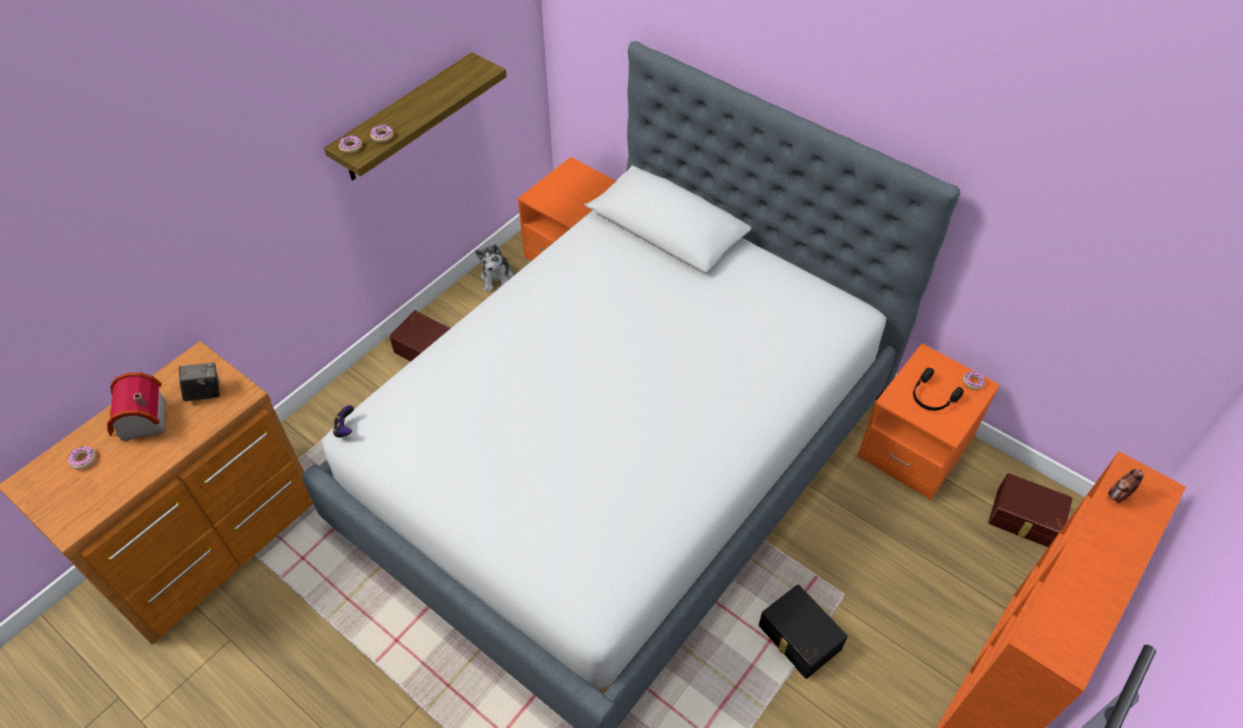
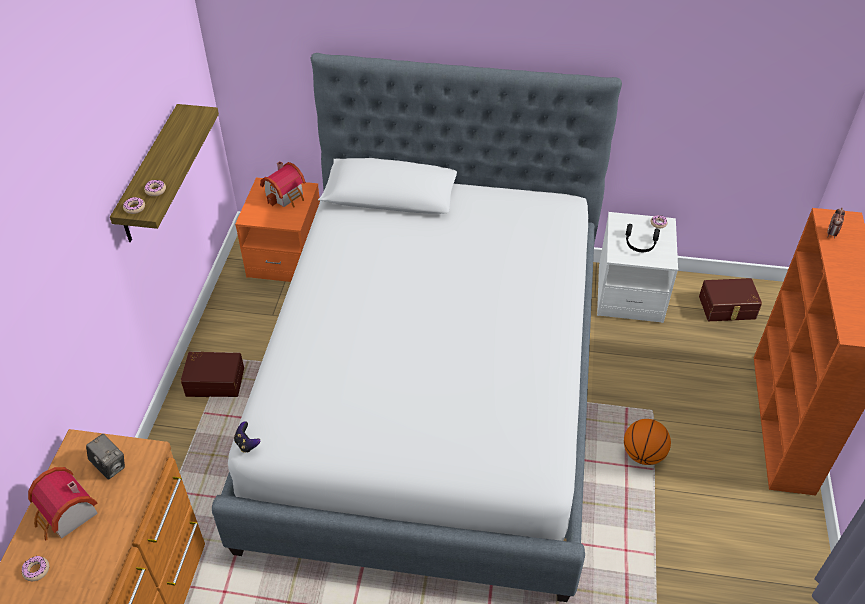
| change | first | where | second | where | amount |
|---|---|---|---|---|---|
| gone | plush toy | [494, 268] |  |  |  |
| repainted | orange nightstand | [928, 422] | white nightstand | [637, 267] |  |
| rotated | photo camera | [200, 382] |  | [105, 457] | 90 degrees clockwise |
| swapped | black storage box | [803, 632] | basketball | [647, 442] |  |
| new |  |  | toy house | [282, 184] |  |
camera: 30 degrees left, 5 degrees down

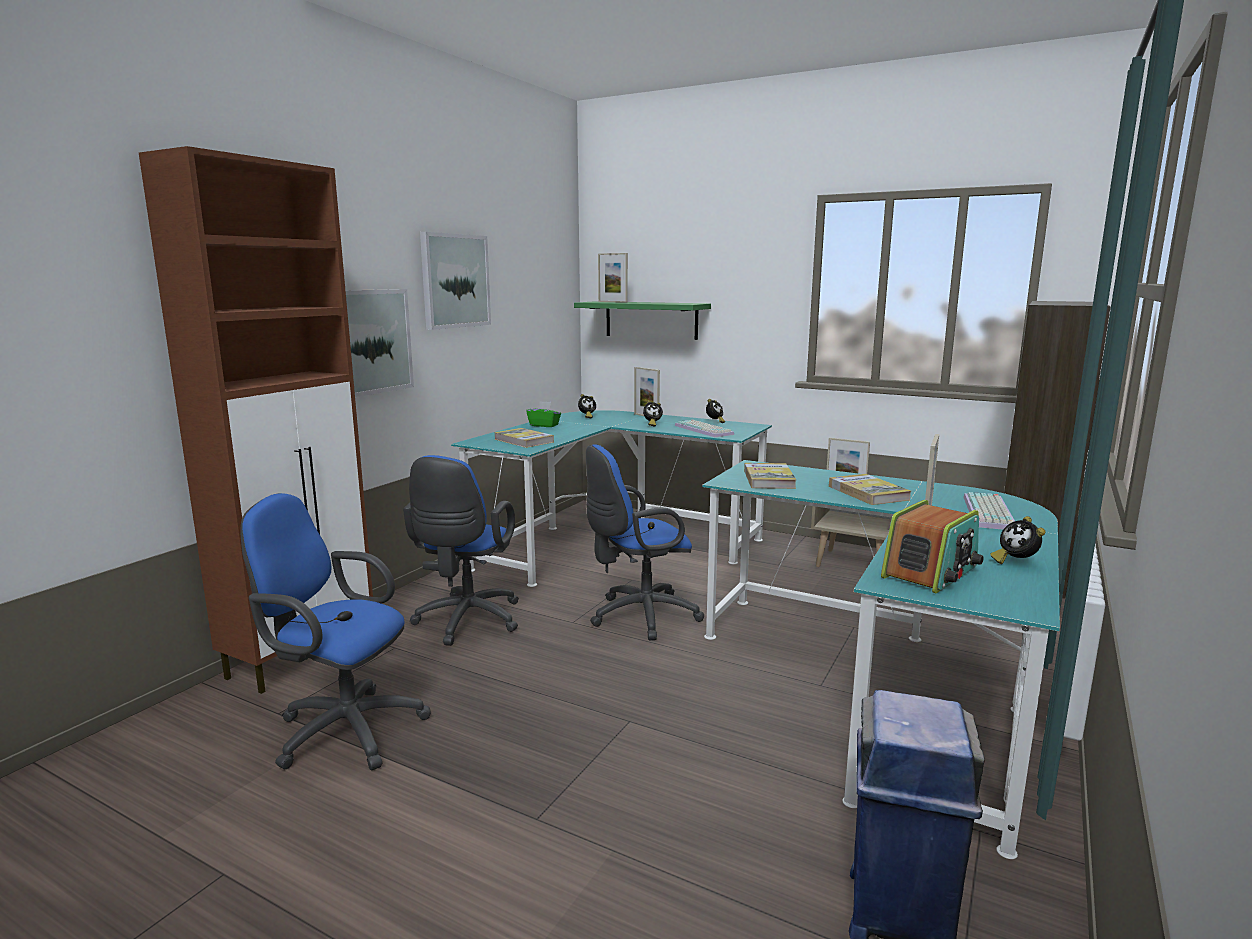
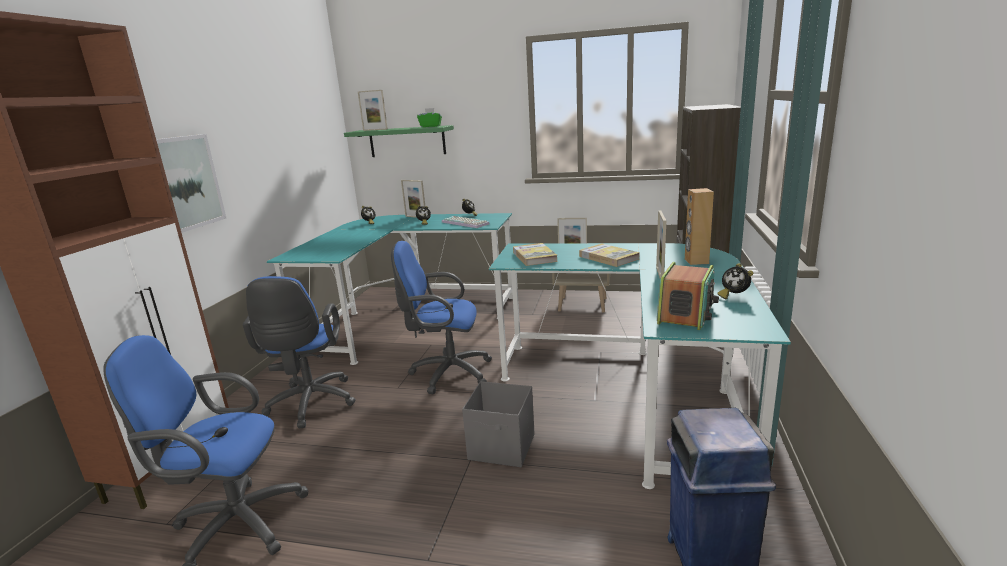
| change | first | where | second | where | amount |
|---|---|---|---|---|---|
| gone | picture | [455, 281] |  |  |  |
| shifted | green tissue box | [543, 414] |  | [429, 117] |  |
| gone | book | [524, 438] |  |  |  |
| rotated | blue office chair | [645, 542] |  | [441, 317] | 45 degrees clockwise |
| swapped | keyboard | [989, 511] | brown speaker | [699, 226] |  |
| new |  |  | grey storage box | [498, 424] |  |
camera: 15 degrees left, 5 degrees up

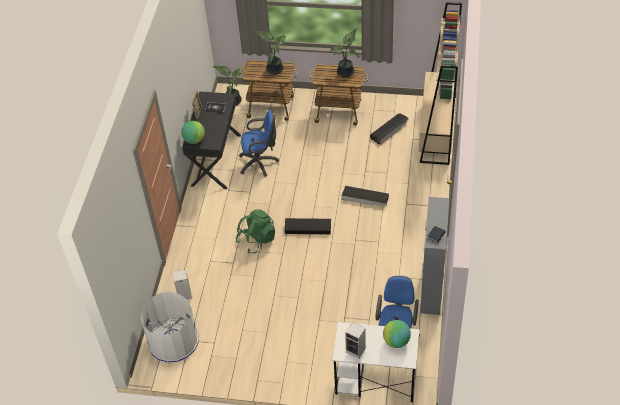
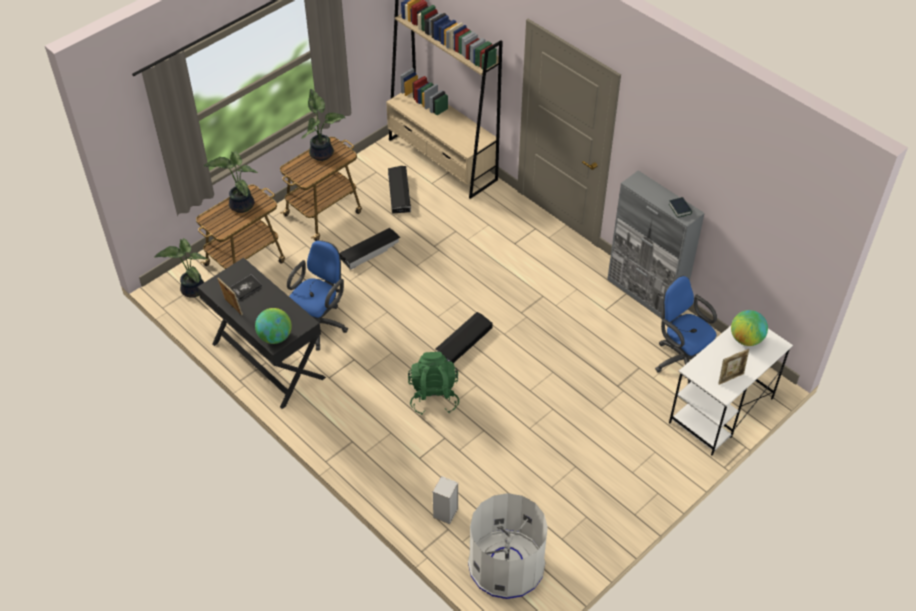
| change | first | where | second | where | amount |
|---|---|---|---|---|---|
| shifted | black storage box | [365, 196] |  | [369, 249] |  |
| swapped | speaker | [355, 340] | picture frame | [733, 367] |  |
camera: 55 degrees left, 0 degrees up

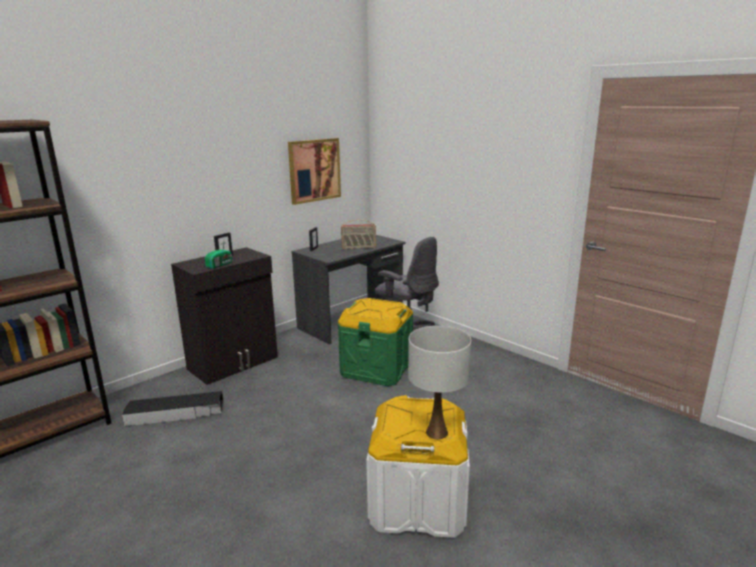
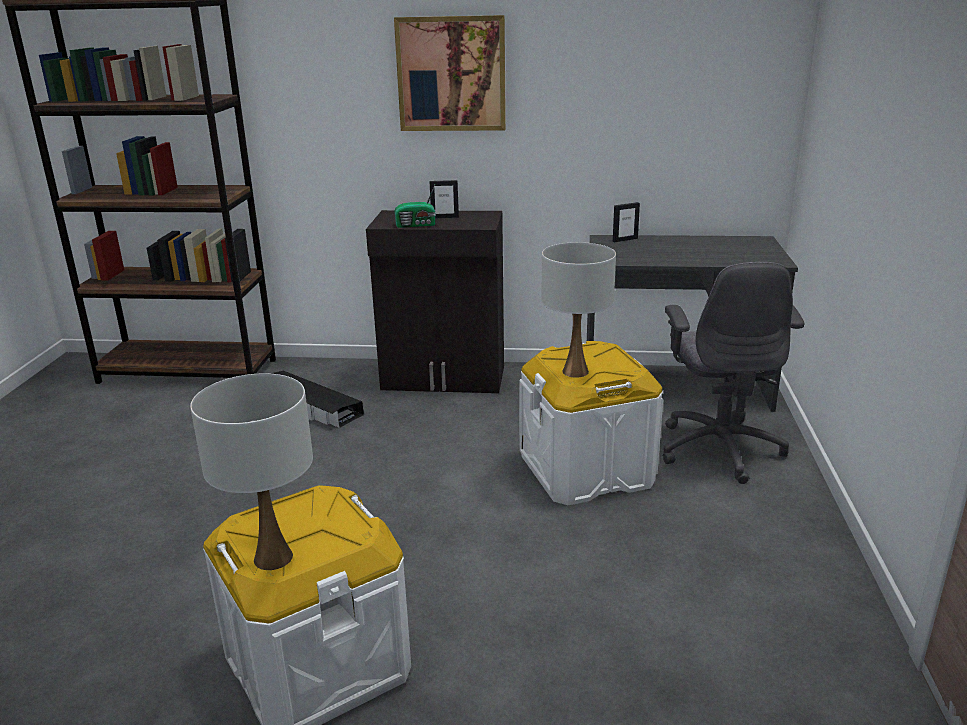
| change | first | where | second | where | amount |
|---|---|---|---|---|---|
| shifted | picture | [314, 171] |  | [450, 73] |  |
| gone | radio | [358, 234] |  |  |  |
| repainted | green storage box | [375, 342] | white storage box | [591, 423] |  |
| new |  |  | white table lamp | [578, 310] |  |
camera: 50 degrees right, 5 degrees up

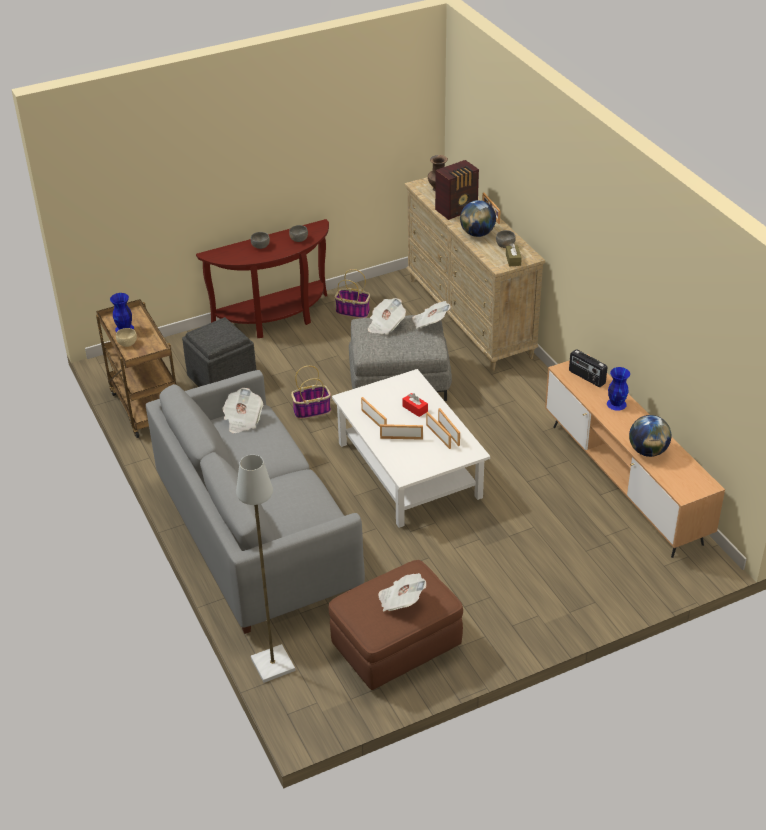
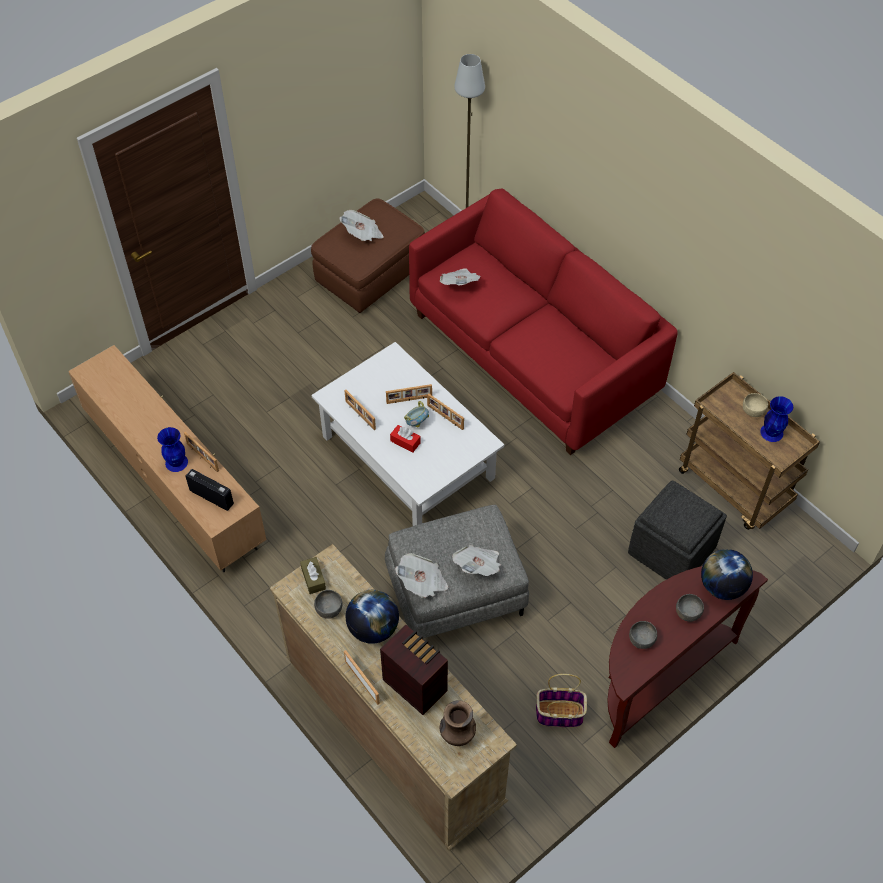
| change | first | where | second | where | amount |
|---|---|---|---|---|---|
| rotated | radio | [457, 190] |  | [414, 670] | 90 degrees clockwise |
| gone | basket | [311, 392] |  |  |  |
| repainted | grey sofa | [255, 502] | red sofa | [543, 321] |  |
| shifted | newspaper | [242, 410] |  | [460, 277] |  |
| shifted | picture frame | [438, 430] |  | [201, 452] |  |
| shifted | globe | [650, 436] |  | [727, 574] |  |
| new |  |  | bowl | [416, 414] |  |
camera: 165 degrees right, 15 degrees up

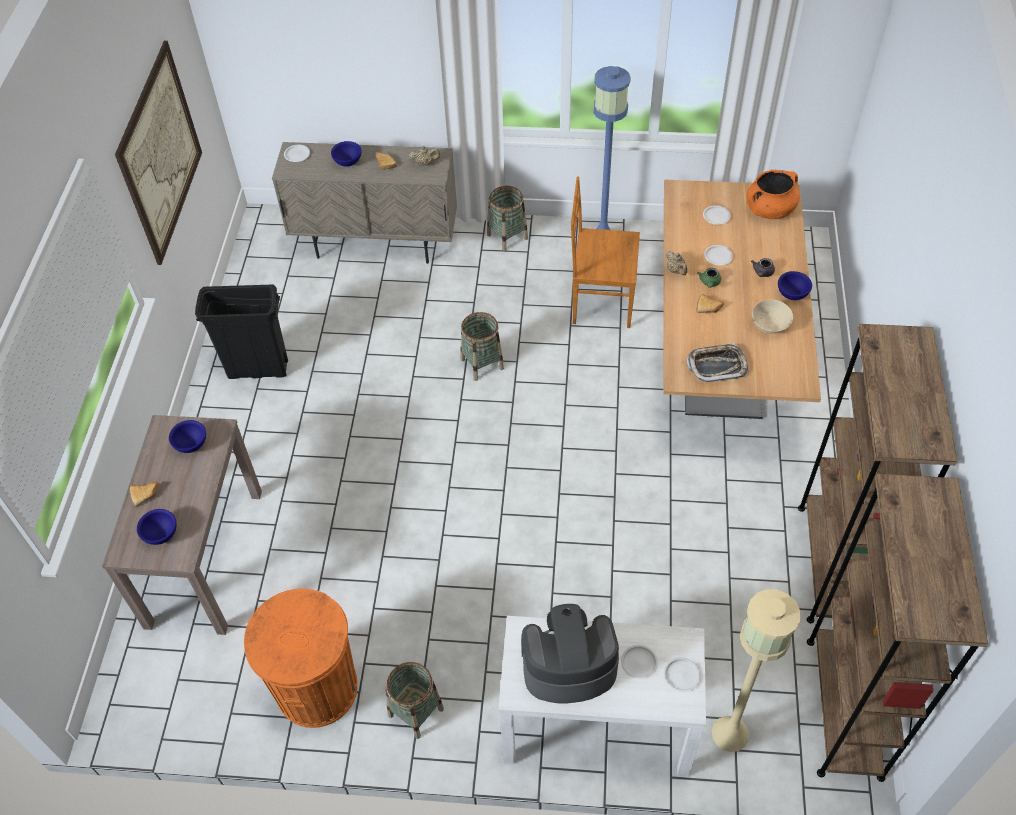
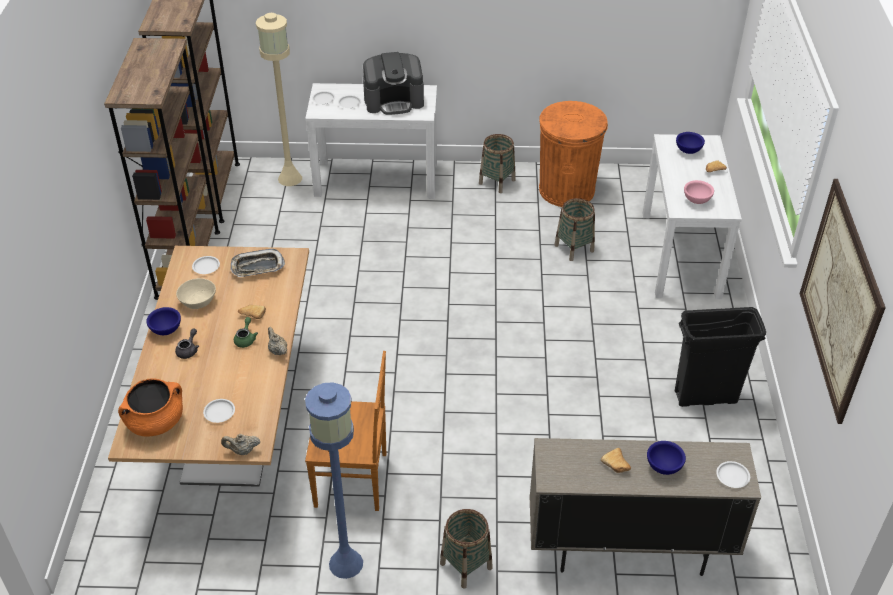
| change | first | where | second | where | amount |
|---|---|---|---|---|---|
| shifted | beige teapot | [424, 156] |  | [240, 444] |  |
| shifted | white plate | [718, 255] |  | [206, 265] |  |
| shifted | basket | [482, 346] |  | [574, 229] |  |
| repainted | brown console table | [182, 525] | white console table | [692, 216] |  |
| repainted | blue bowl | [187, 436] | pink bowl | [699, 192] |  |
camera: 175 degrees right, 10 degrees down

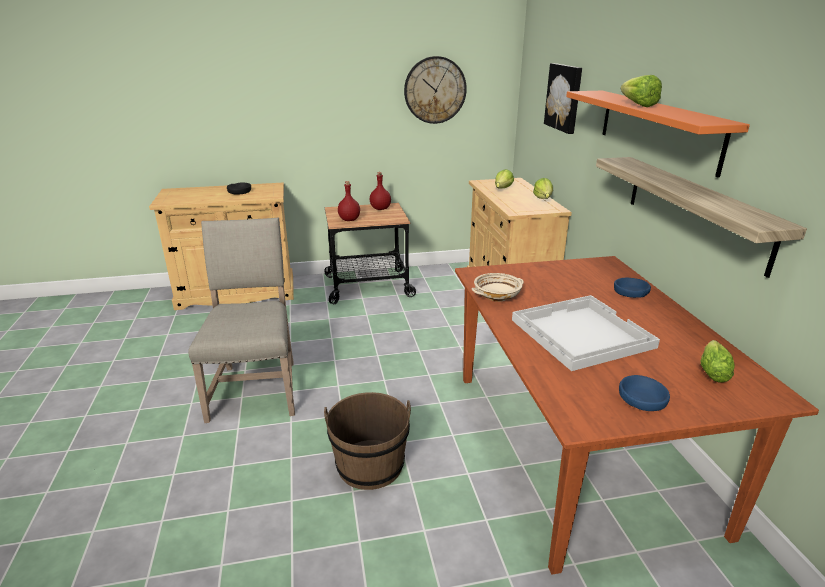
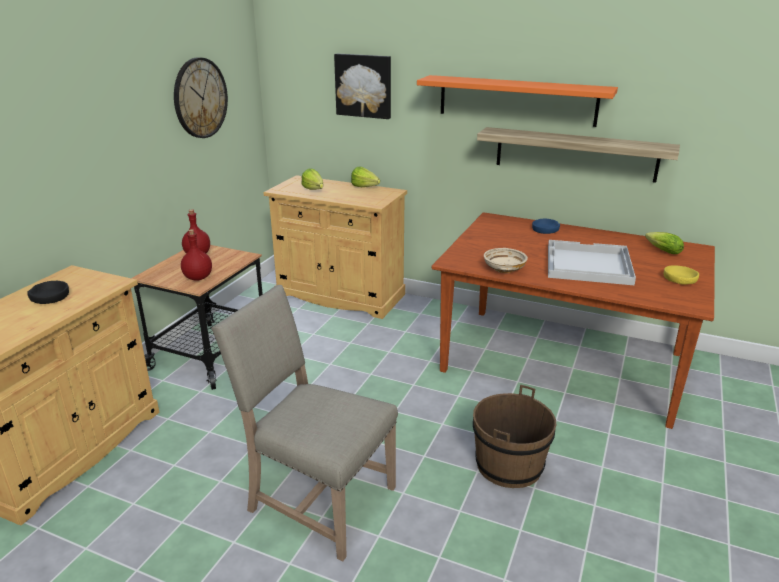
| change | first | where | second | where | amount |
|---|---|---|---|---|---|
| gone | lettuce | [641, 91] |  |  |  |
| repainted | blue bowl | [644, 393] | yellow bowl | [681, 275] |  |
camera: 55 degrees left, 0 degrees up

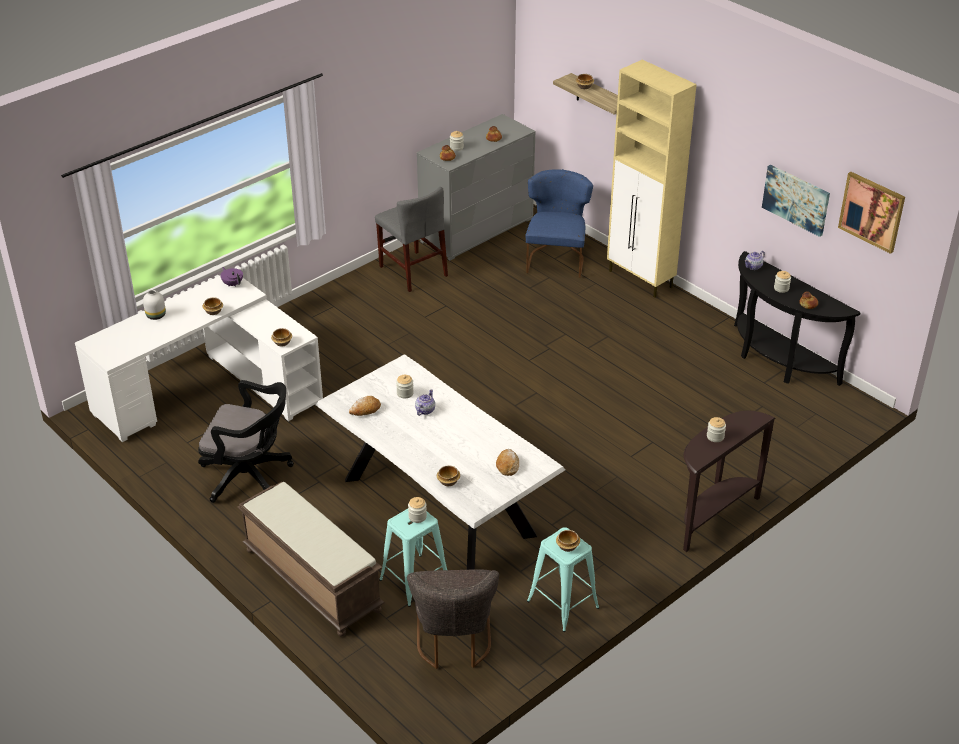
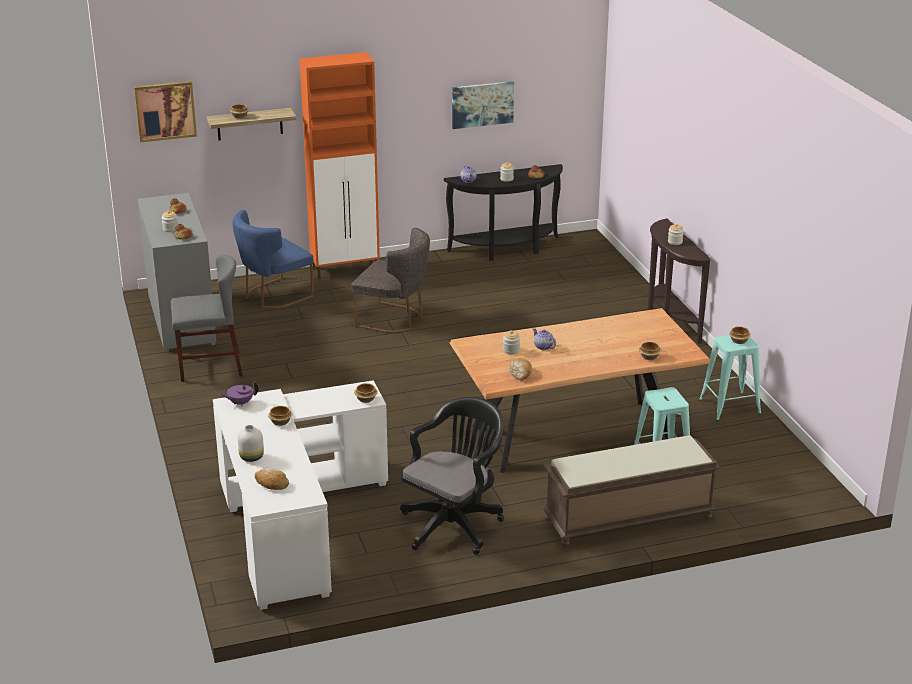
| change | first | where | second | where | amount |
|---|---|---|---|---|---|
| repainted | beige cabinet | [652, 179] | orange cabinet | [340, 165] |  |
| rotated | blue chair | [559, 223] |  | [273, 259] | 75 degrees counterclockwise |
| shifted | picture | [871, 213] |  | [165, 112] |  |
| repainted | white dining table | [440, 462] | brown dining table | [580, 390] |  |
| shifted | bread | [507, 462] |  | [272, 479] |  |
| gone | jar | [417, 510] |  |  |  |
| shifted | grey chair | [453, 619] |  | [390, 280] |  |
camera: 65 degrees left, 10 degrees down

